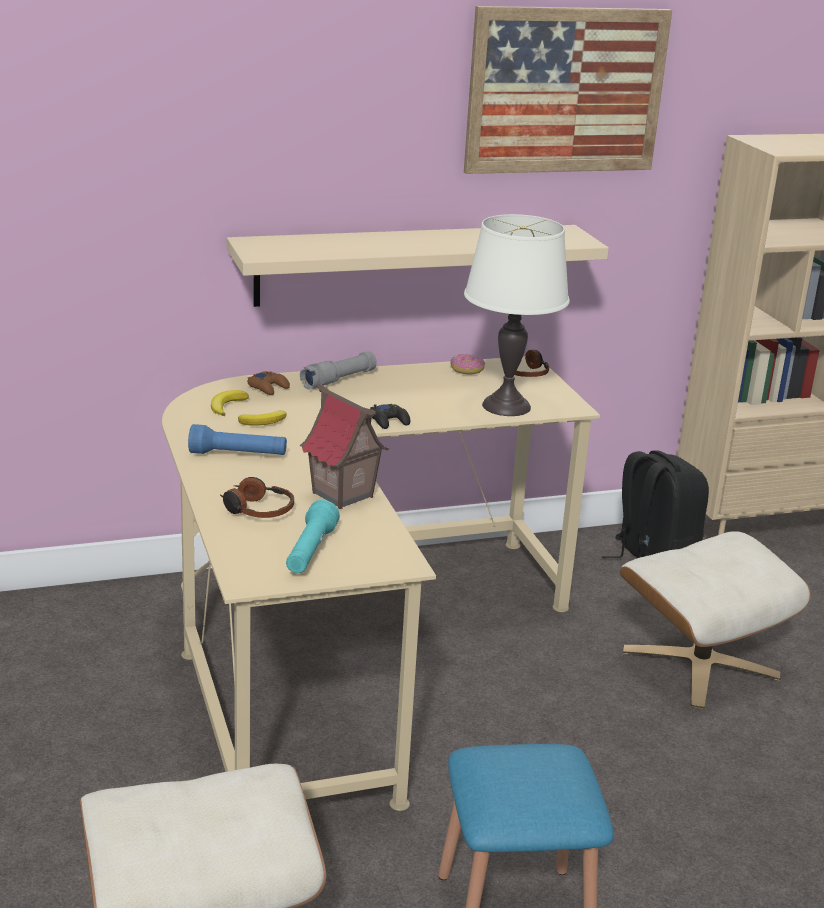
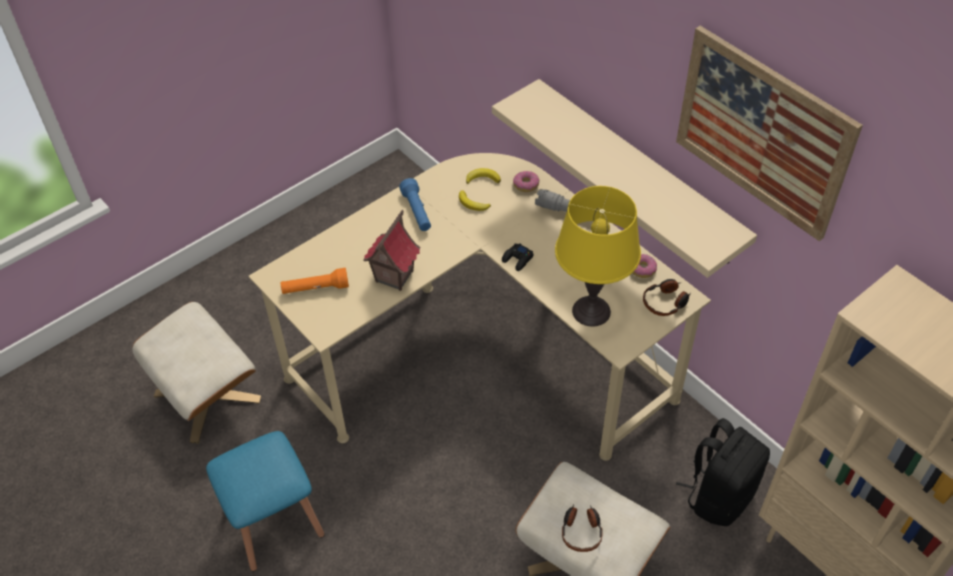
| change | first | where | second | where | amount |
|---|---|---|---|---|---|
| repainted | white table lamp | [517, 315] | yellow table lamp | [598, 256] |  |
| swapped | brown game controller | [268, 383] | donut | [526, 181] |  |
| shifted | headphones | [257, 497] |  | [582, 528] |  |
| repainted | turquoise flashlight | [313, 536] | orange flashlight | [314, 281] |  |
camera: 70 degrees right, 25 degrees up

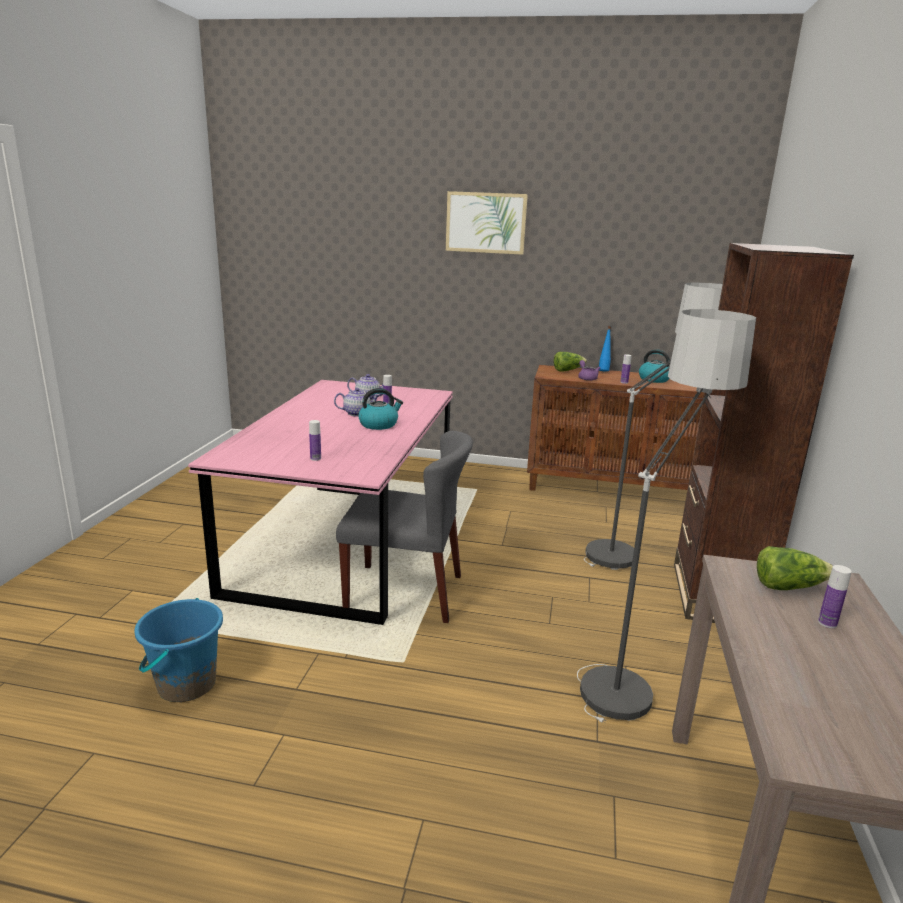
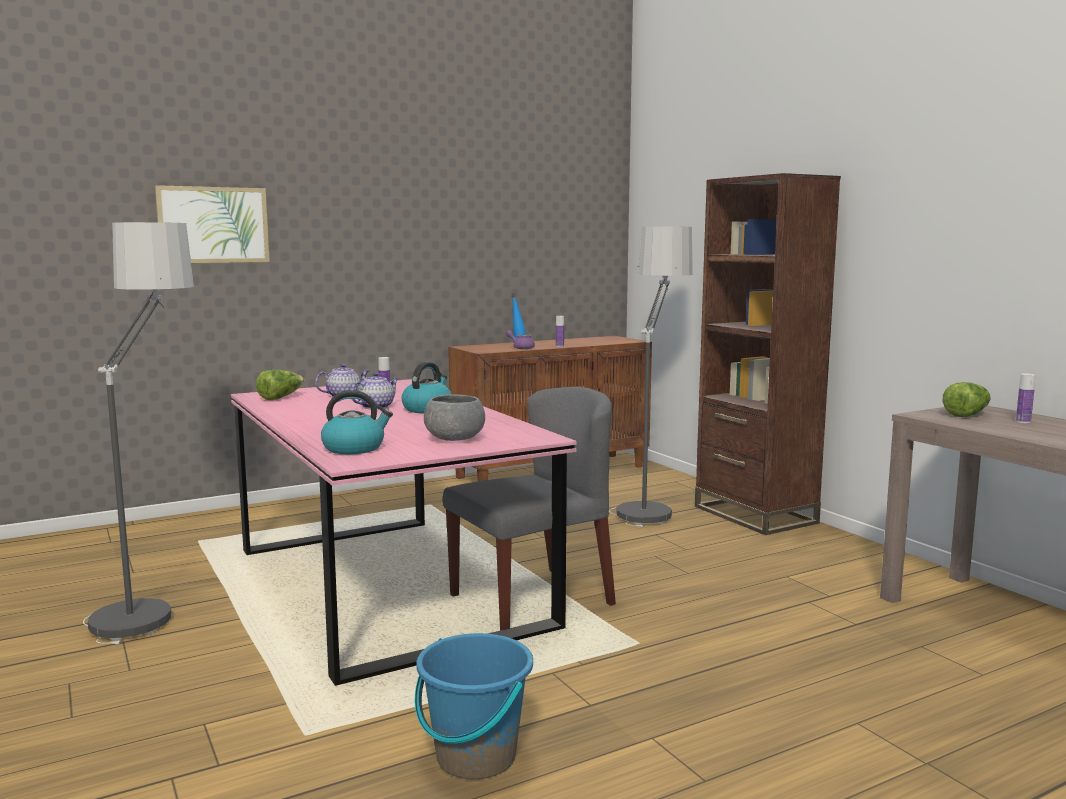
| change | first | where | second | where | amount |
|---|---|---|---|---|---|
| shifted | picture | [487, 223] |  | [212, 224] |  |
| shifted | floor lamp | [666, 516] |  | [138, 433] |  |
| shifted | kettle | [654, 366] |  | [357, 422] |  |
| shifted | lettuce | [570, 361] |  | [280, 385] |  |
| swapped | bottle | [315, 440] | grey bowl | [454, 417] |  |
camera: 40 degrees left, 10 degrees down

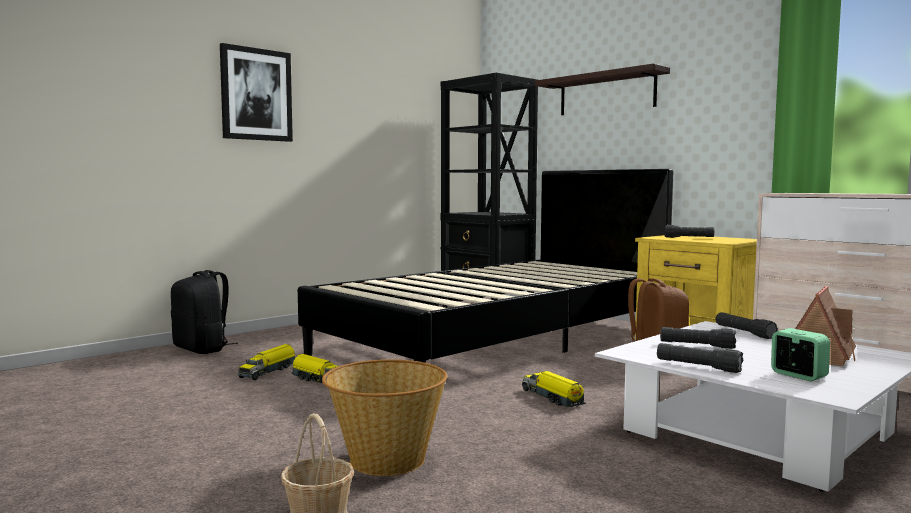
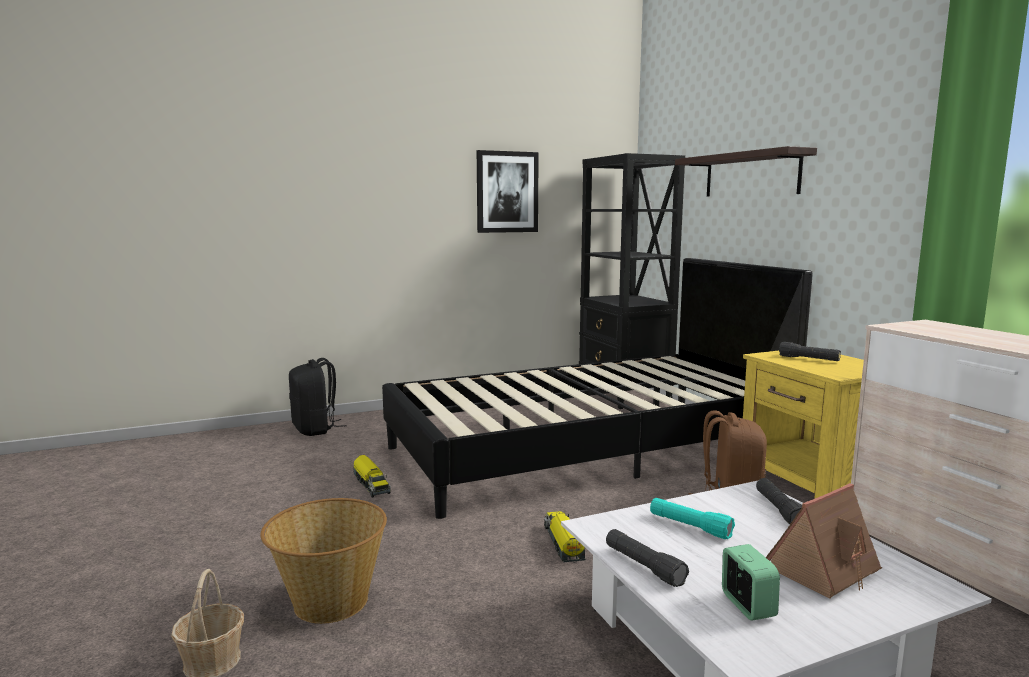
| change | first | where | second | where | amount |
|---|---|---|---|---|---|
| shifted | picture | [256, 92] |  | [508, 191] |  |
| repainted | black flashlight | [698, 338] | turquoise flashlight | [692, 518] |  |
| gone | toy truck | [266, 362] |  |  |  |
camera: 20 degrees right, 5 degrees up

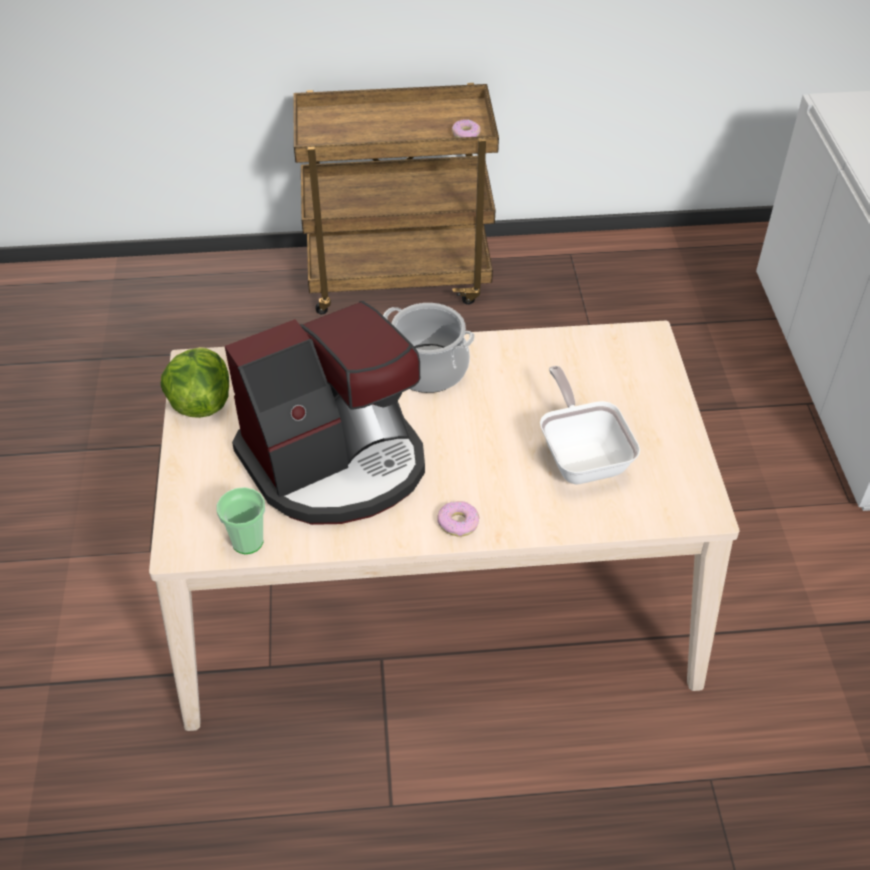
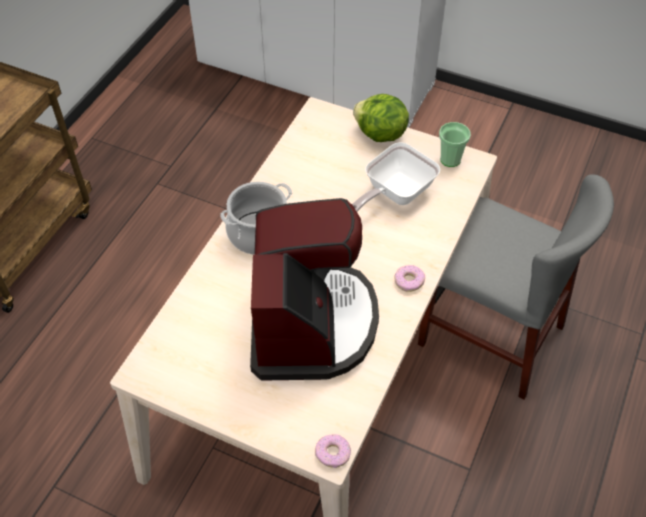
| change | first | where | second | where | amount |
|---|---|---|---|---|---|
| shifted | donut | [466, 128] |  | [333, 451] |  |
| shifted | lettuce | [194, 382] |  | [381, 118] |  |
| rotated | frying pan | [590, 425] |  | [396, 177] | 60 degrees counterclockwise |
| shifted | cup | [241, 520] |  | [455, 144] |  |
| new |  |  | grey chair | [516, 287] |  |
camera: 60 degrees left, 5 degrees up

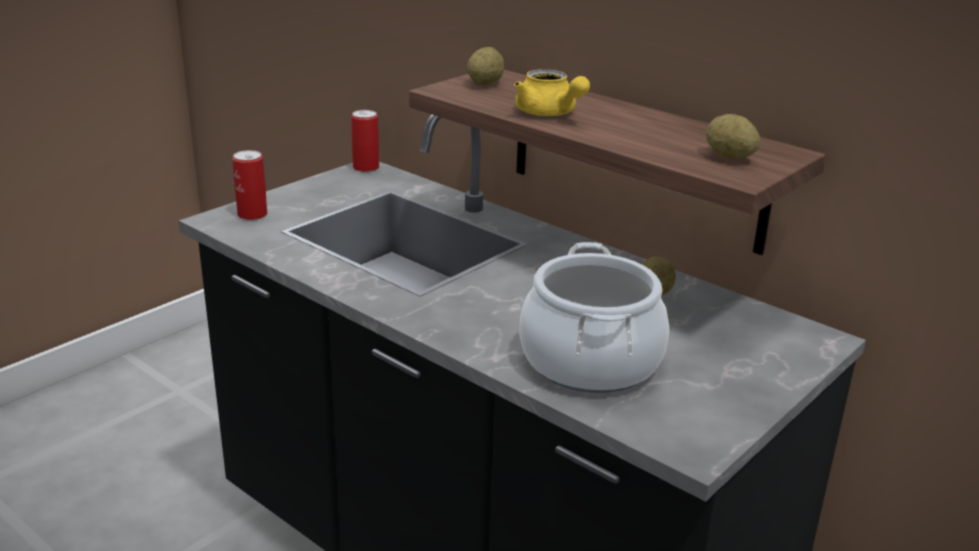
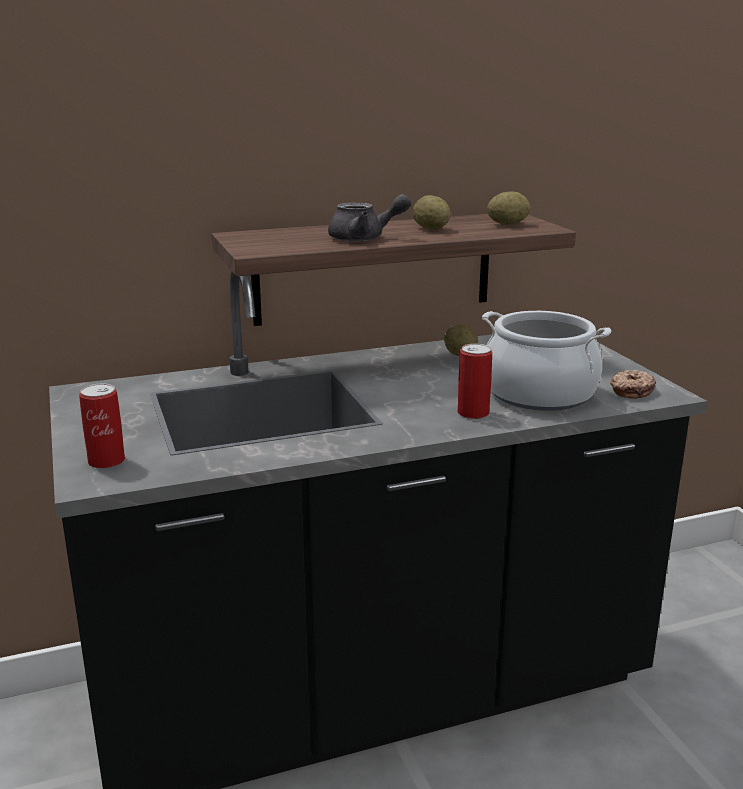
| change | first | where | second | where | amount |
|---|---|---|---|---|---|
| shifted | potato | [485, 66] |  | [432, 212] |  |
| repainted | yellow teapot | [552, 92] | grey teapot | [369, 218] |  |
| shifted | can | [365, 141] |  | [475, 381] |  |
| new |  |  | donut | [633, 384] |  |
camera: 60 degrees left, 5 degrees down

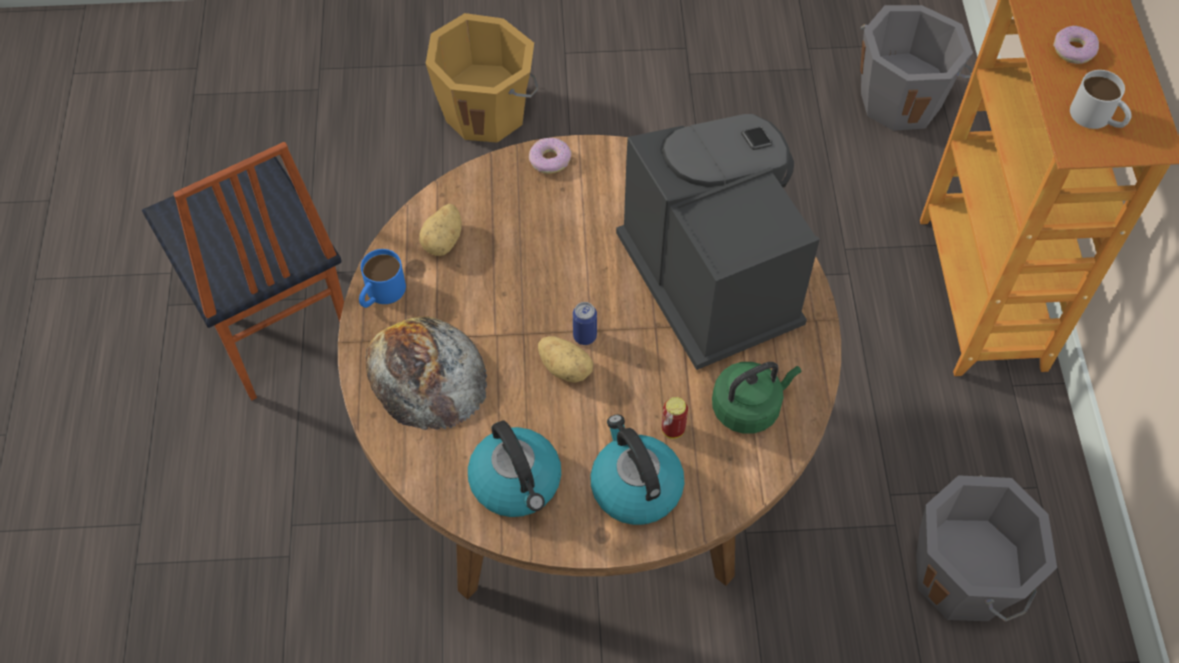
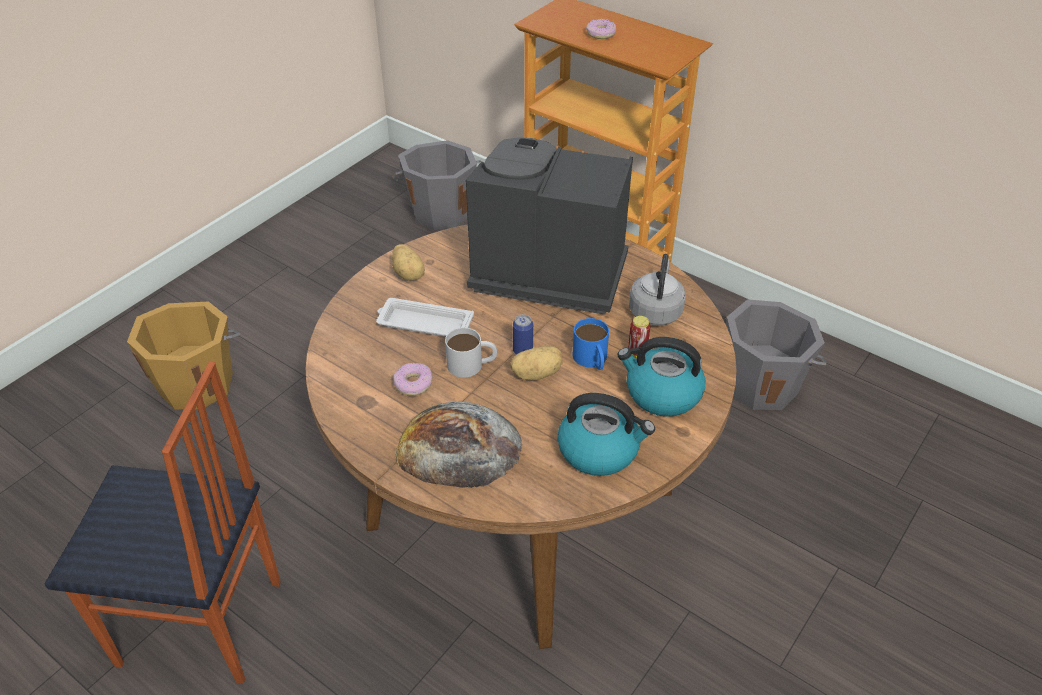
| change | first | where | second | where | amount |
|---|---|---|---|---|---|
| shifted | white mug | [1100, 99] |  | [471, 352] |  |
| shifted | donut | [550, 156] |  | [413, 379] |  |
| shifted | potato | [440, 230] |  | [408, 262] |  |
| shifted | blue mug | [382, 278] |  | [591, 344] |  |
| repainted | green kettle | [757, 398] | grey kettle | [657, 289] |  |
| new |  |  | white tray | [425, 317] |  |
camera: 50 degrees left, 15 degrees down

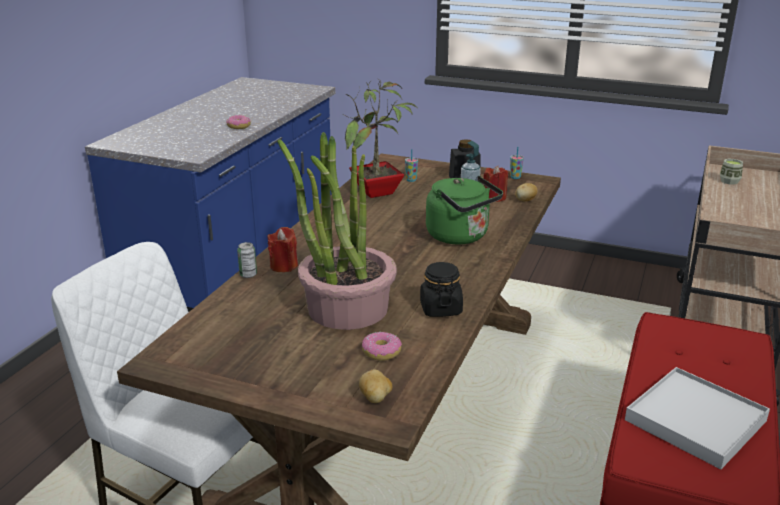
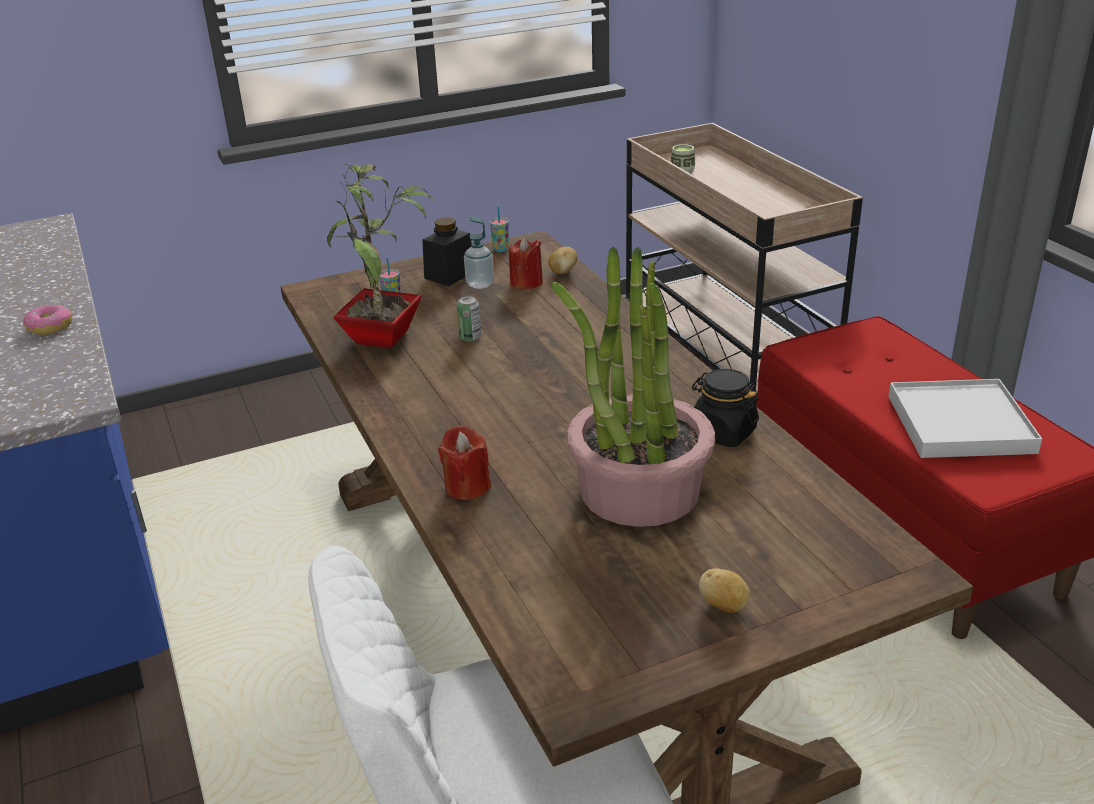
| change | first | where | second | where | amount |
|---|---|---|---|---|---|
| gone | green kettle | [464, 210] |  |  |  |
| shifted | can | [247, 260] |  | [469, 318] |  |
| gone | donut | [382, 346] |  |  |  |
| shifted | potato | [375, 386] |  | [724, 590] |  |
camera: 45 degrees left, 5 degrees up

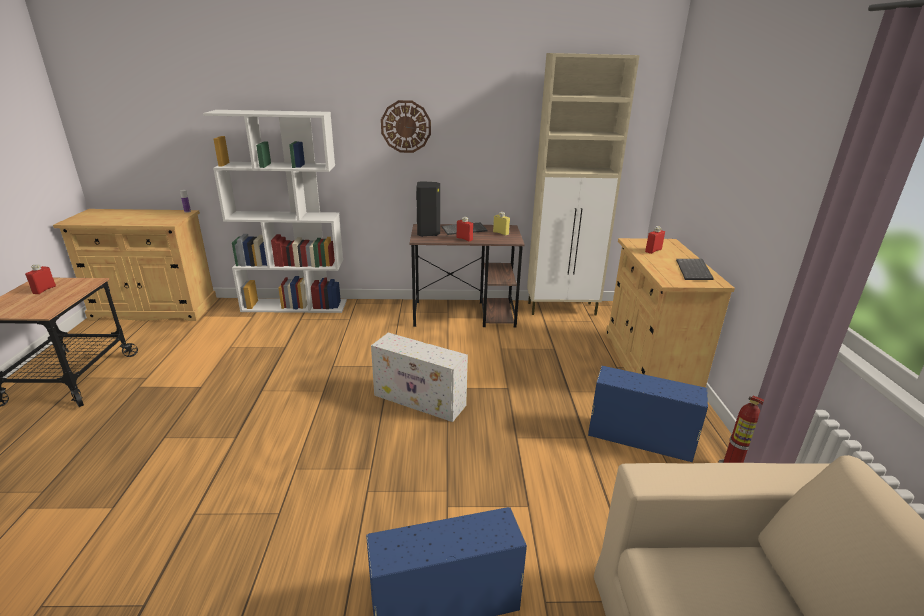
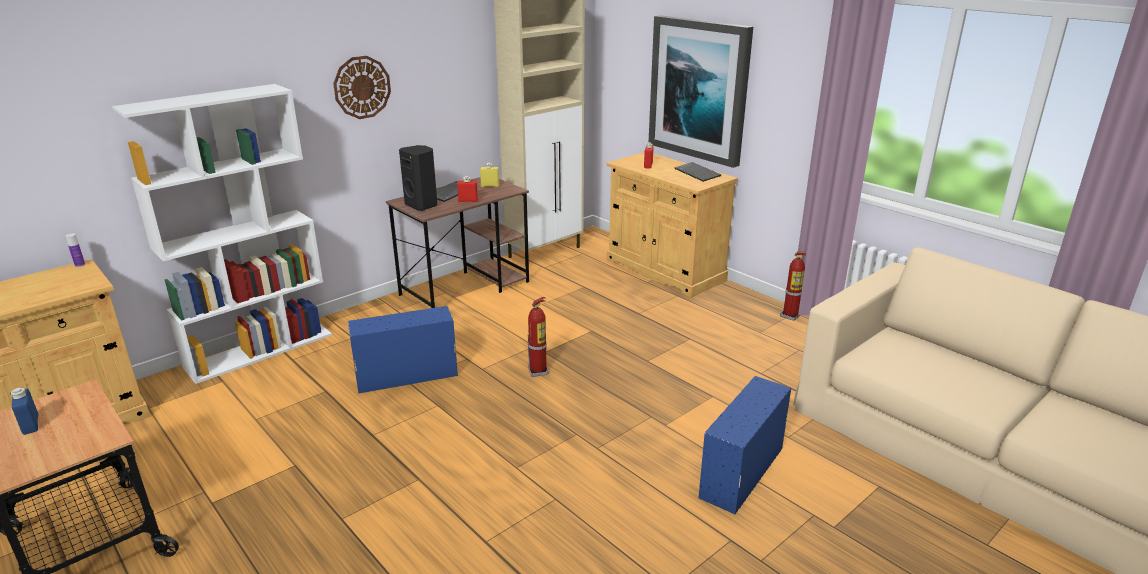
| change | first | where | second | where | amount |
|---|---|---|---|---|---|
| repainted | red bottle | [40, 279] | blue bottle | [24, 411] |  |
| swapped | white storage box | [419, 377] | fire extinguisher | [538, 337] |  |
| shifted | blue storage box | [648, 414] |  | [403, 349] |  |
| new |  |  | picture | [701, 91] |  |
camera: 40 degrees left, 0 degrees up

